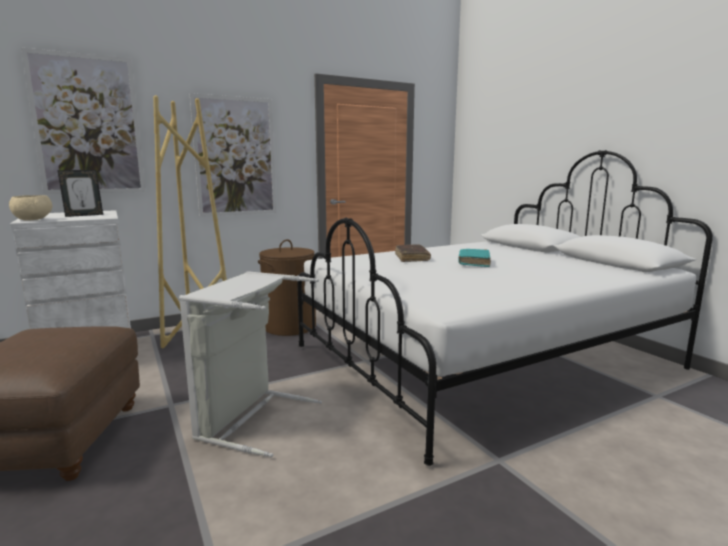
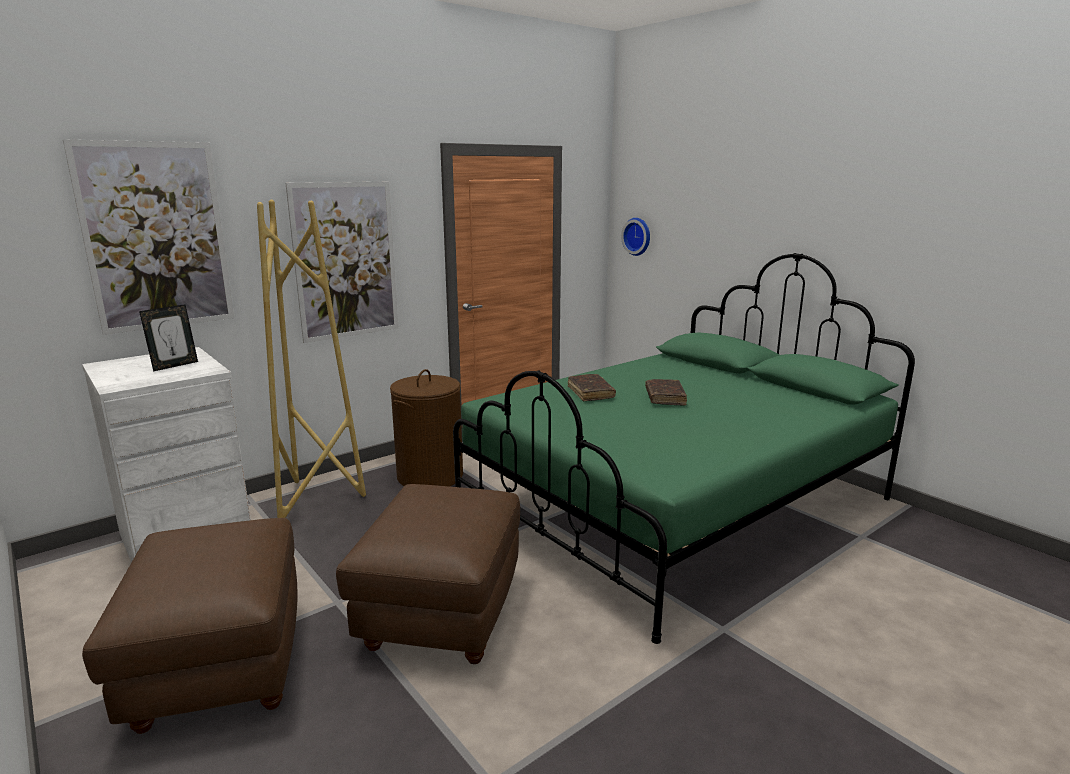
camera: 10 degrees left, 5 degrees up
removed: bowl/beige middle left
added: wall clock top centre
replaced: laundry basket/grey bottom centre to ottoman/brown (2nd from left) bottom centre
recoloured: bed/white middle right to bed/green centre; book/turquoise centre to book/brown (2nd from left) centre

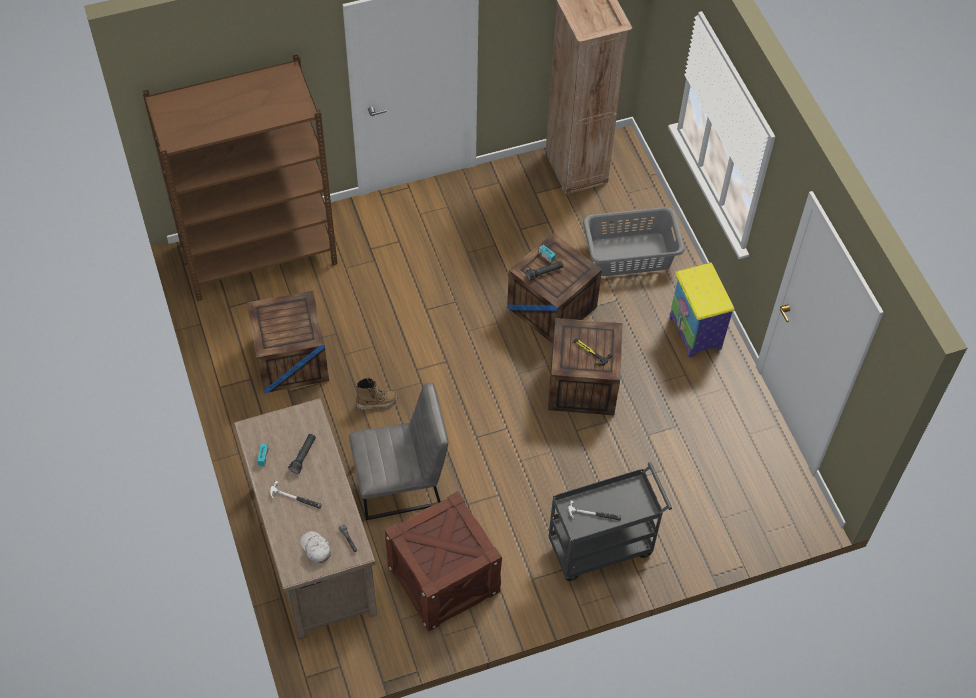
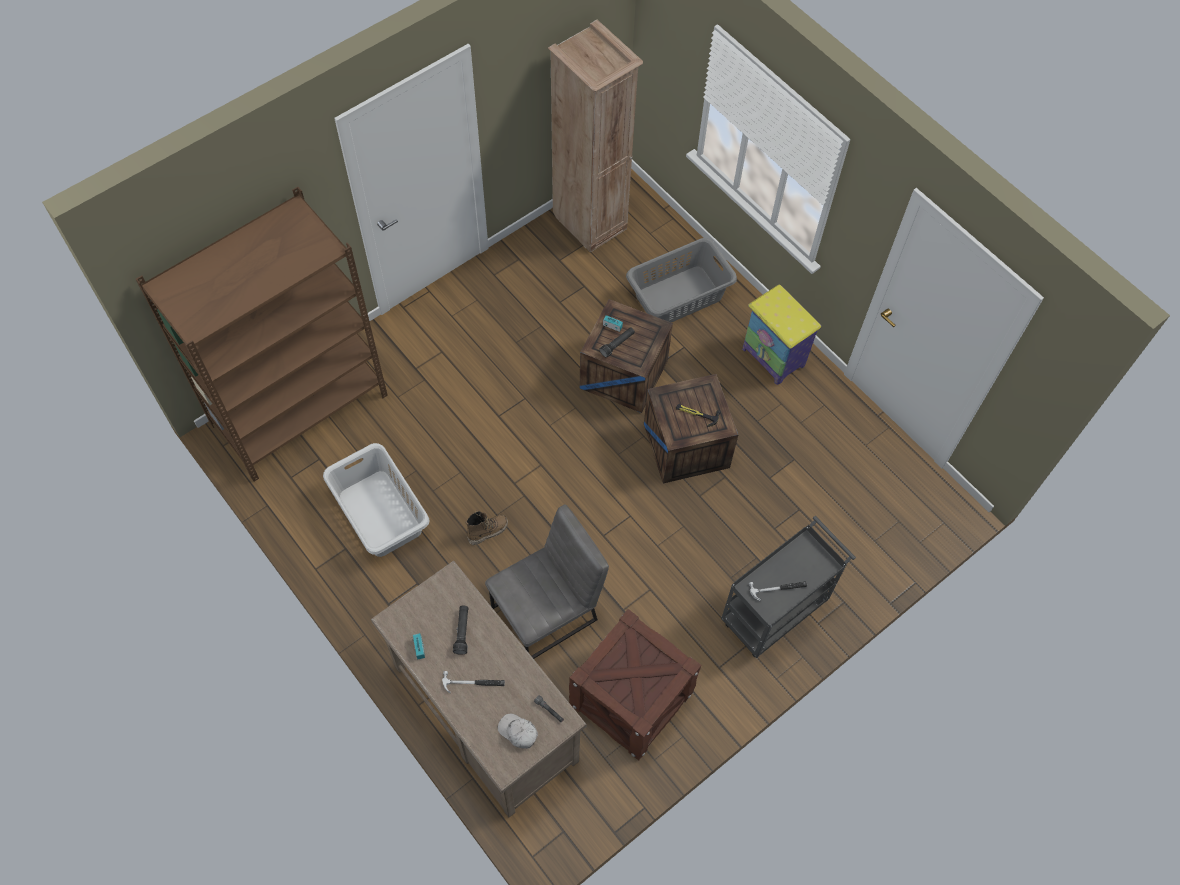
camera: 20 degrees left, 5 degrees up
replaced: crate (1st from left) middle left to laundry basket/grey (1st from left) middle left

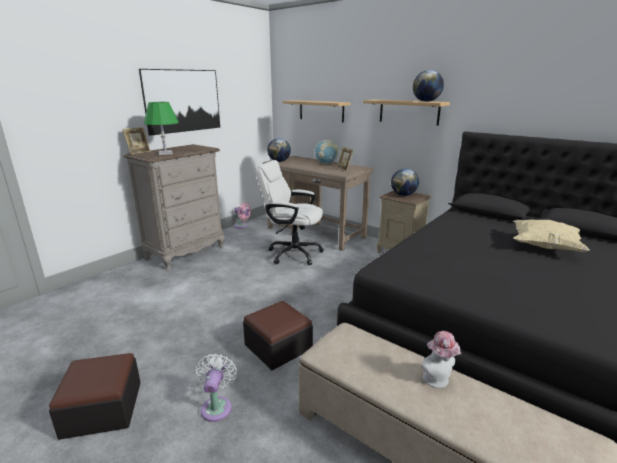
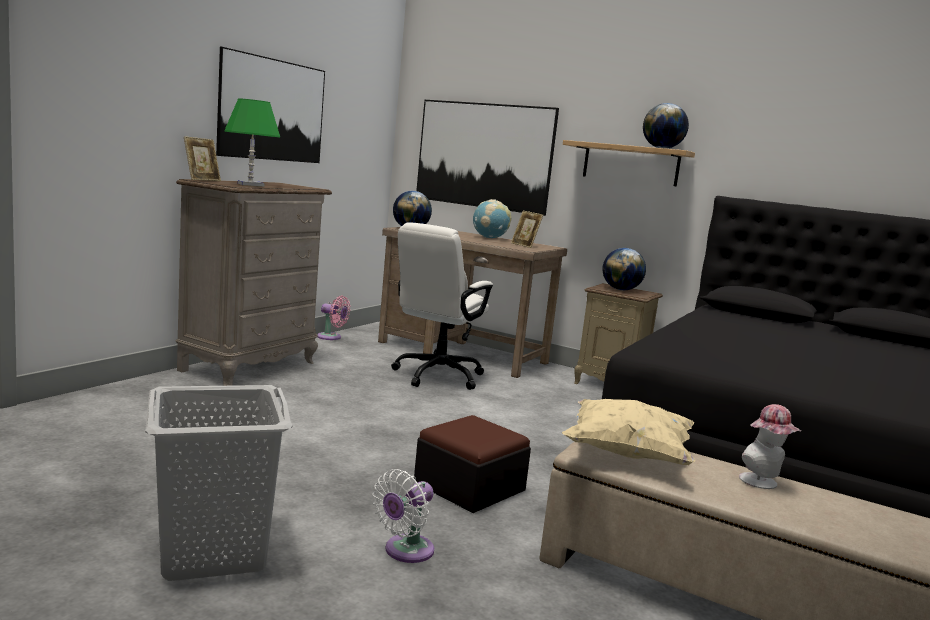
camera: 10 degrees left, 10 degrees down
moved: pillow/beige middle right to bottom right
replaced: shelf (1st from left) top centre to picture (2nd from left) top centre; ottoman (1st from left) bottom left to laundry basket/grey bottom left
turned: office chair/white centre = centre 75 degrees counterclockwise; fan/white bottom centre = bottom centre 135 degrees counterclockwise

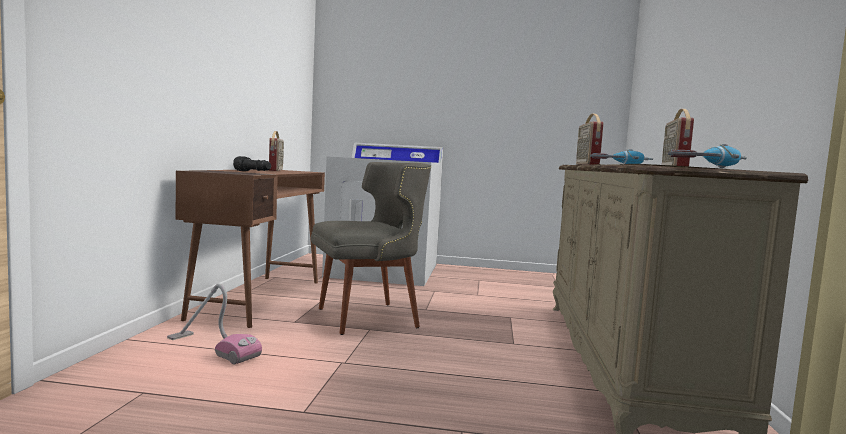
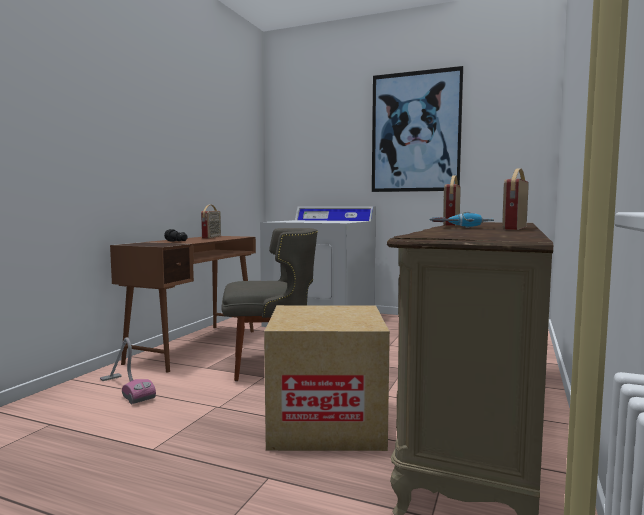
camera: 15 degrees right, 0 degrees up
removed: power drill (2nd from left) middle right
added: picture top centre; cardboard box bottom centre

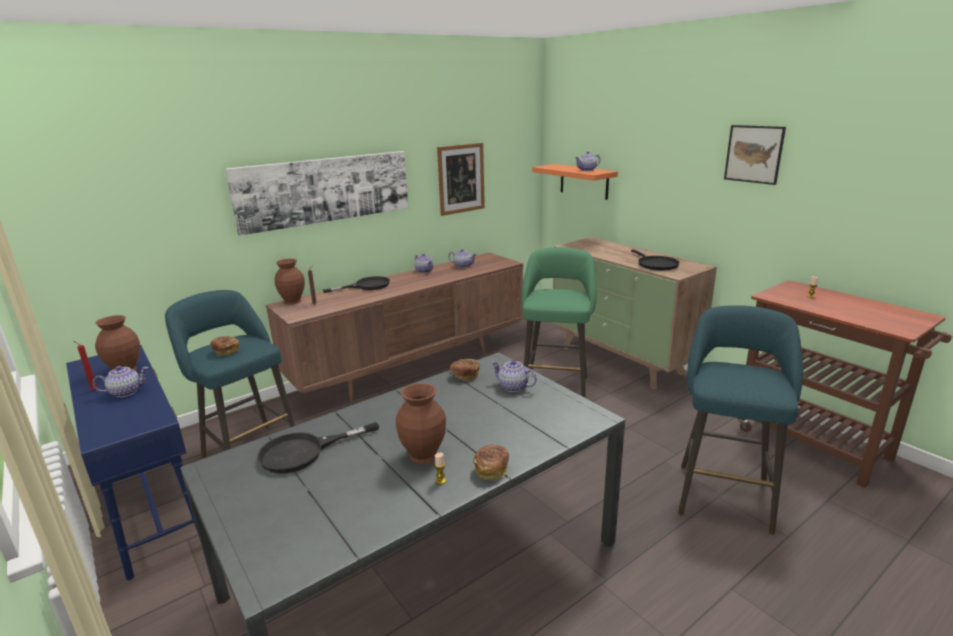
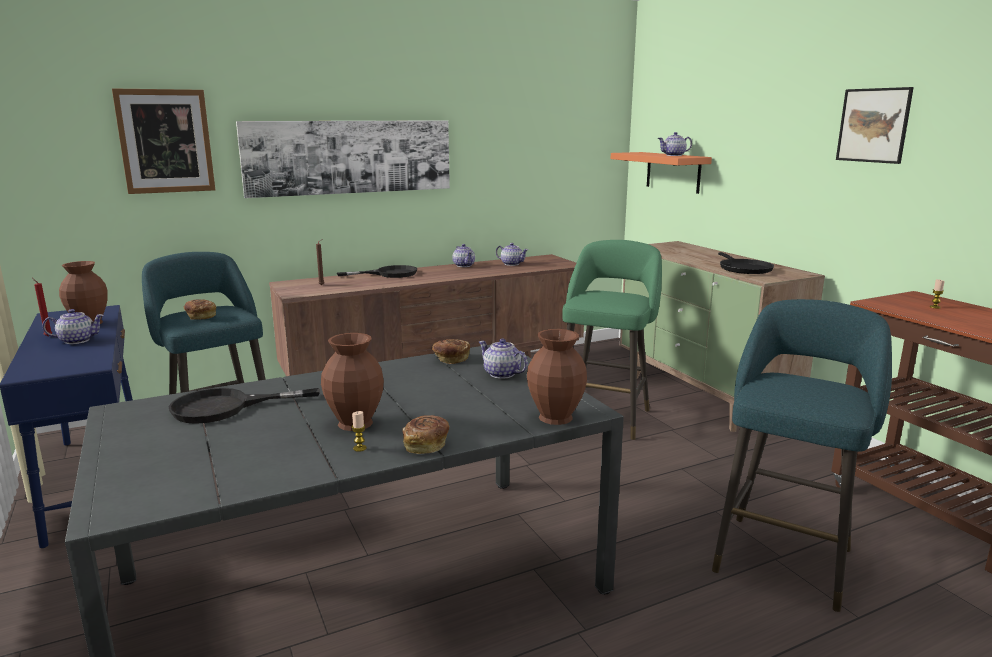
camera: 10 degrees right, 5 degrees down
moved: picture (2nd from left in the first image) top centre to picture (1st from left) top left; vase/brown (2nd from left in the first image) middle left to vase/brown (3rd from left) centre

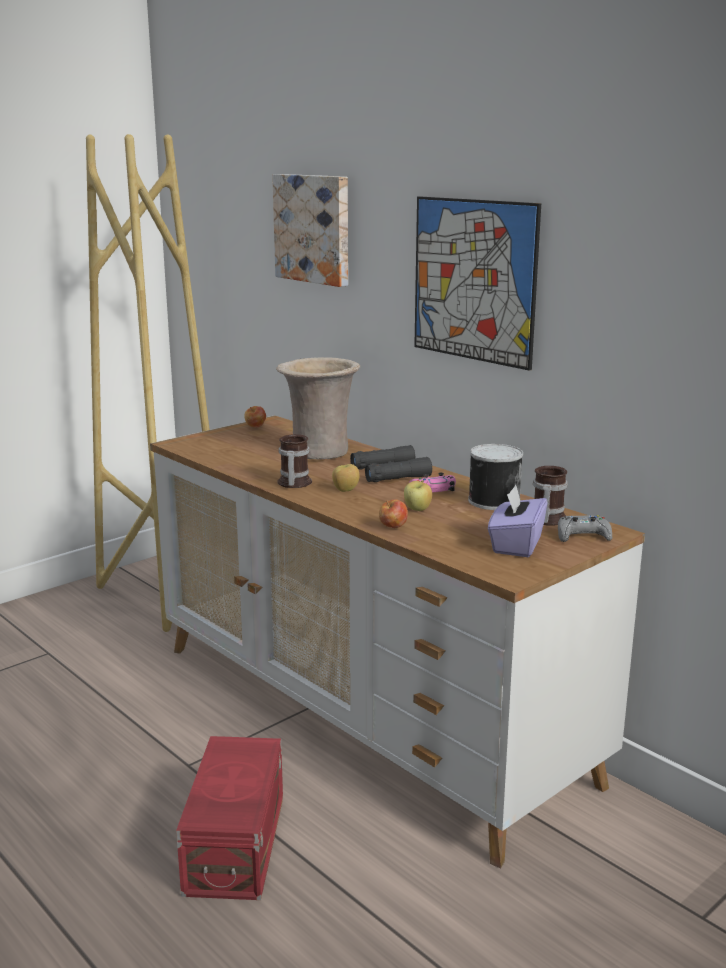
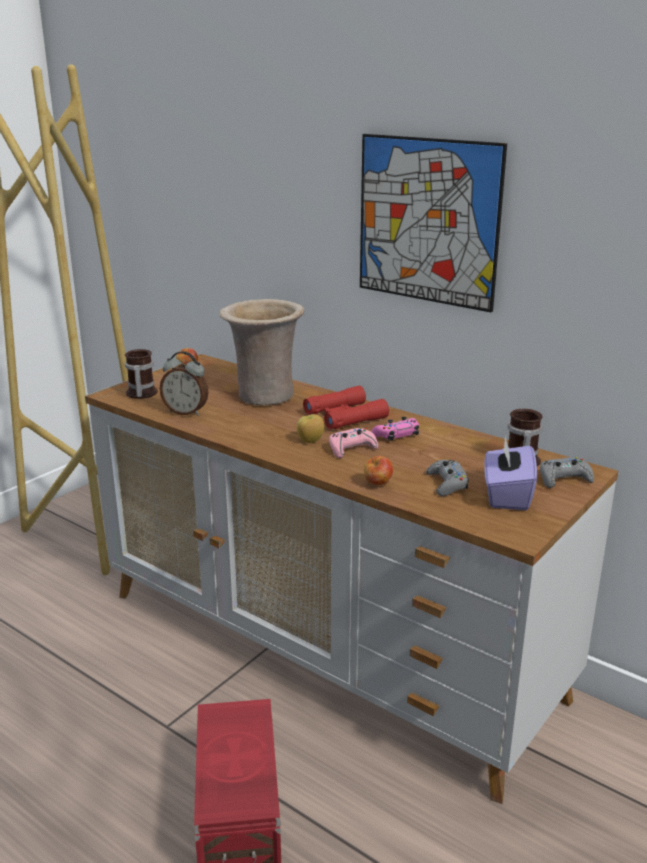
camera: 10 degrees left, 5 degrees up
removed: picture (1st from left) top centre; can middle right; apple (4th from left) centre
added: alarm clock middle left; game controller/pink (1st from left) centre; game controller/grey (1st from left) middle right
moved: mug (1st from left) centre to middle left
recoloured: binoculars/black centre to binoculars/red centre

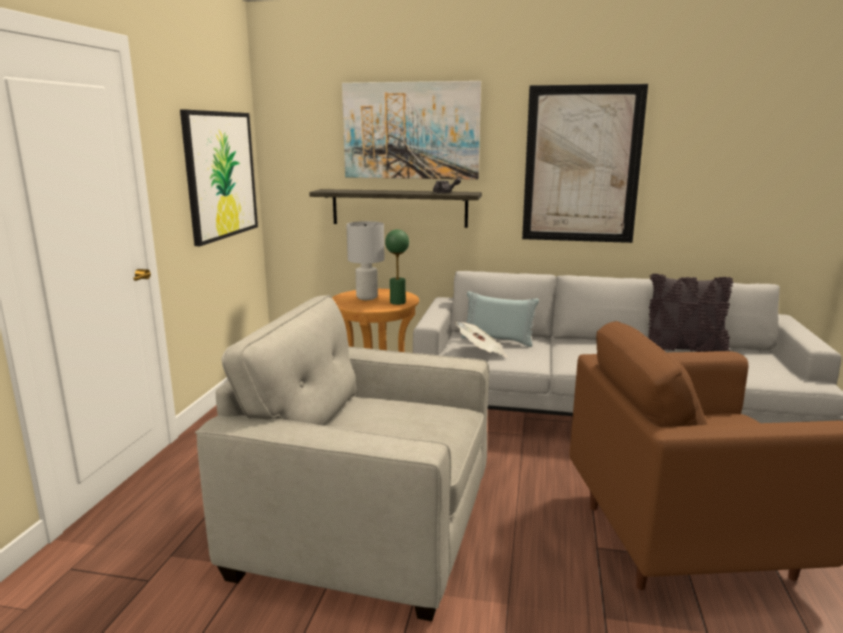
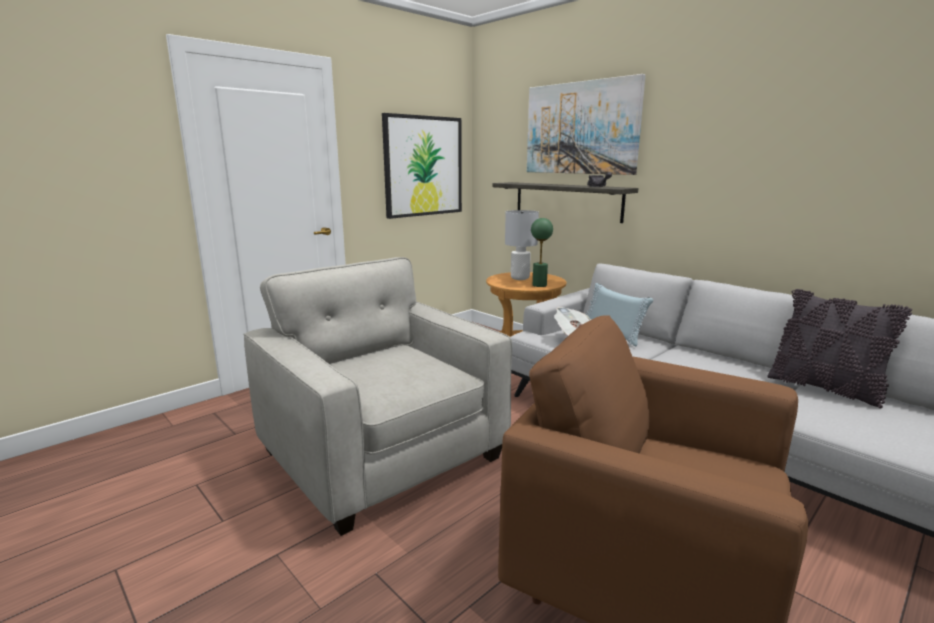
camera: 35 degrees right, 0 degrees up
removed: picture (3rd from left) top right

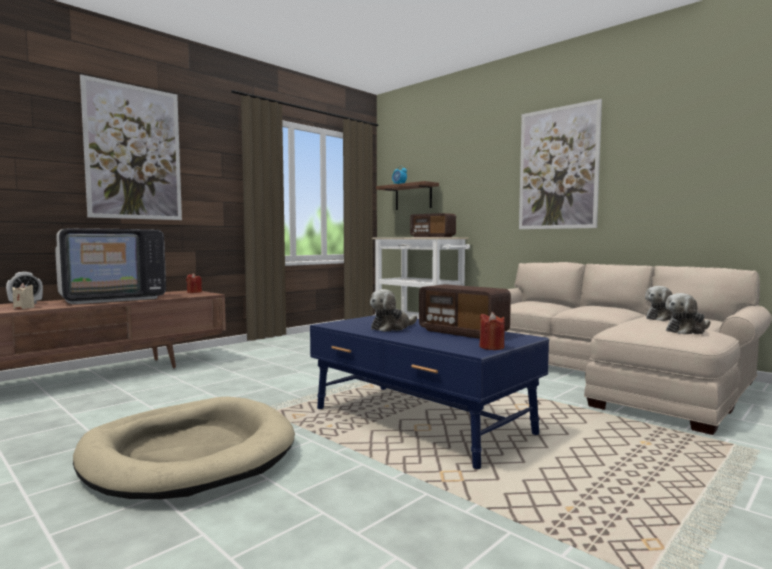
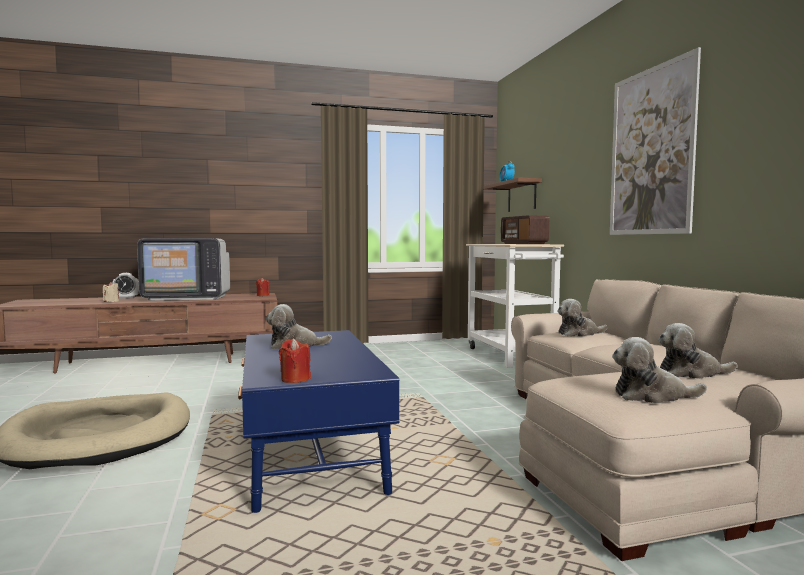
camera: 30 degrees right, 0 degrees up
removed: picture (1st from left) top left; radio (2nd from left) centre
added: plush toy (2nd from left) middle right

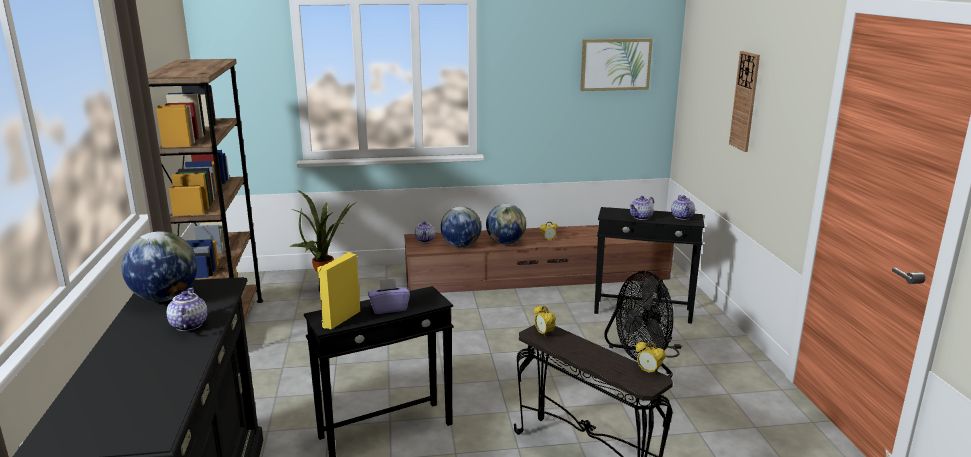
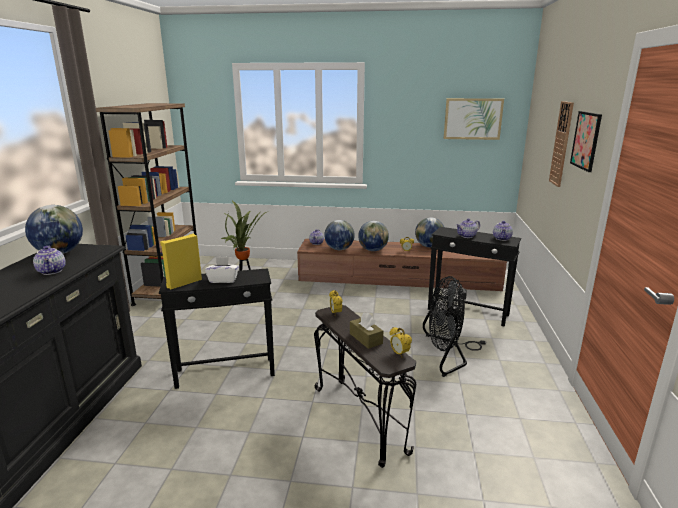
camera: 15 degrees right, 0 degrees up
added: picture (2nd from left) top right; globe (4th from left) centre; tissue box/brown centre
recoloured: tissue box/purple centre to tissue box/white middle left
turned: teapot (1st from left) bottom left = middle left 150 degrees clockwise

